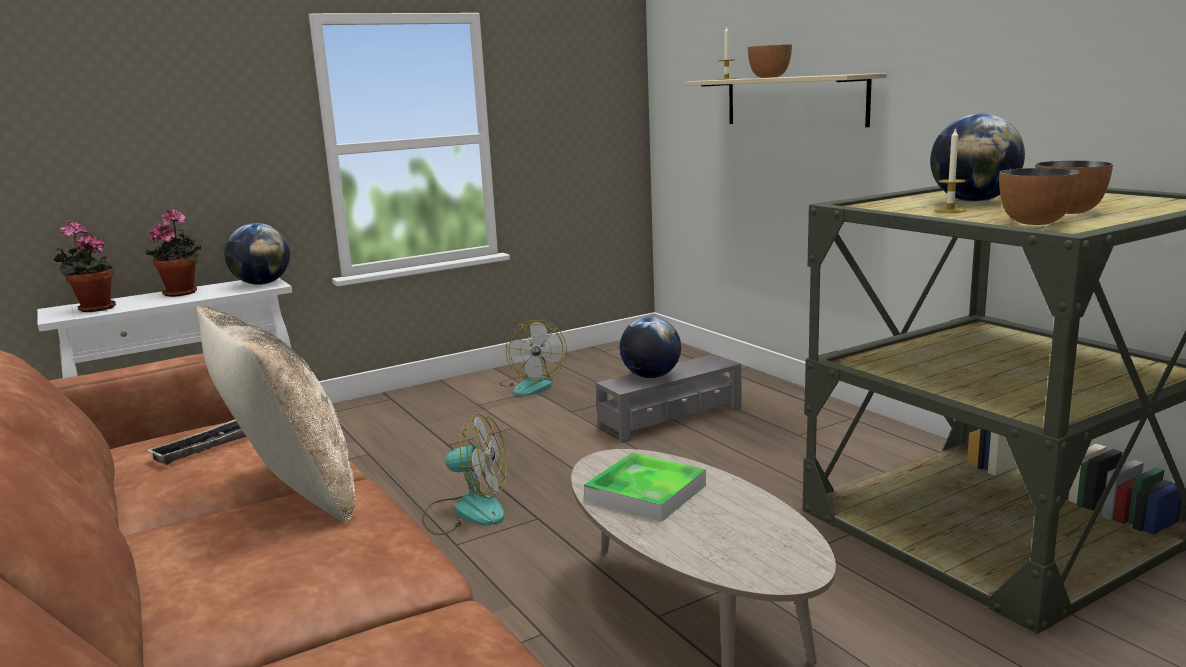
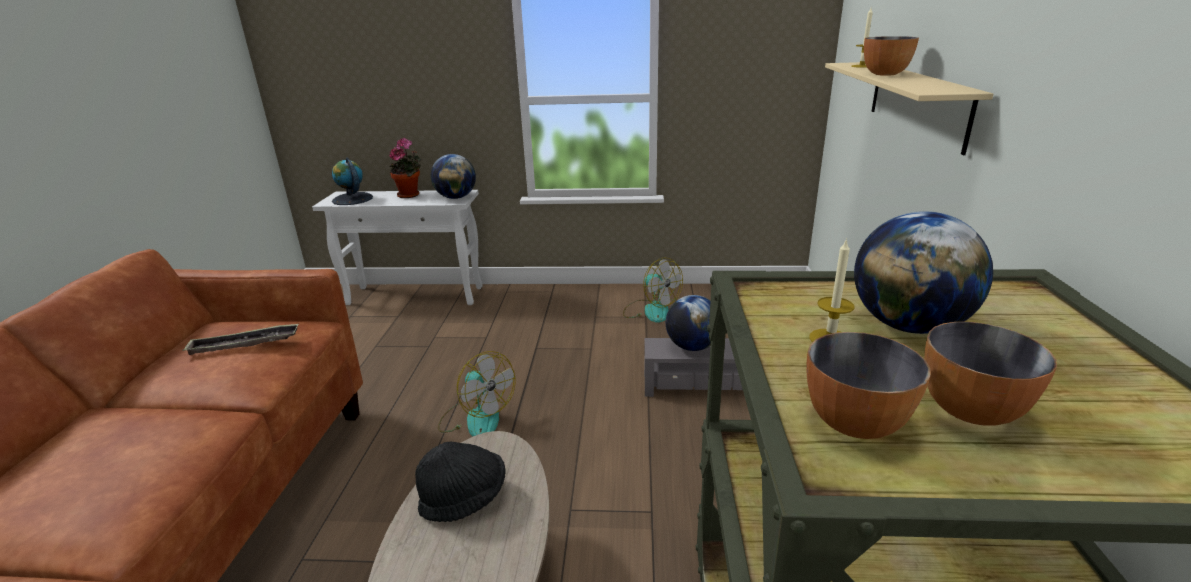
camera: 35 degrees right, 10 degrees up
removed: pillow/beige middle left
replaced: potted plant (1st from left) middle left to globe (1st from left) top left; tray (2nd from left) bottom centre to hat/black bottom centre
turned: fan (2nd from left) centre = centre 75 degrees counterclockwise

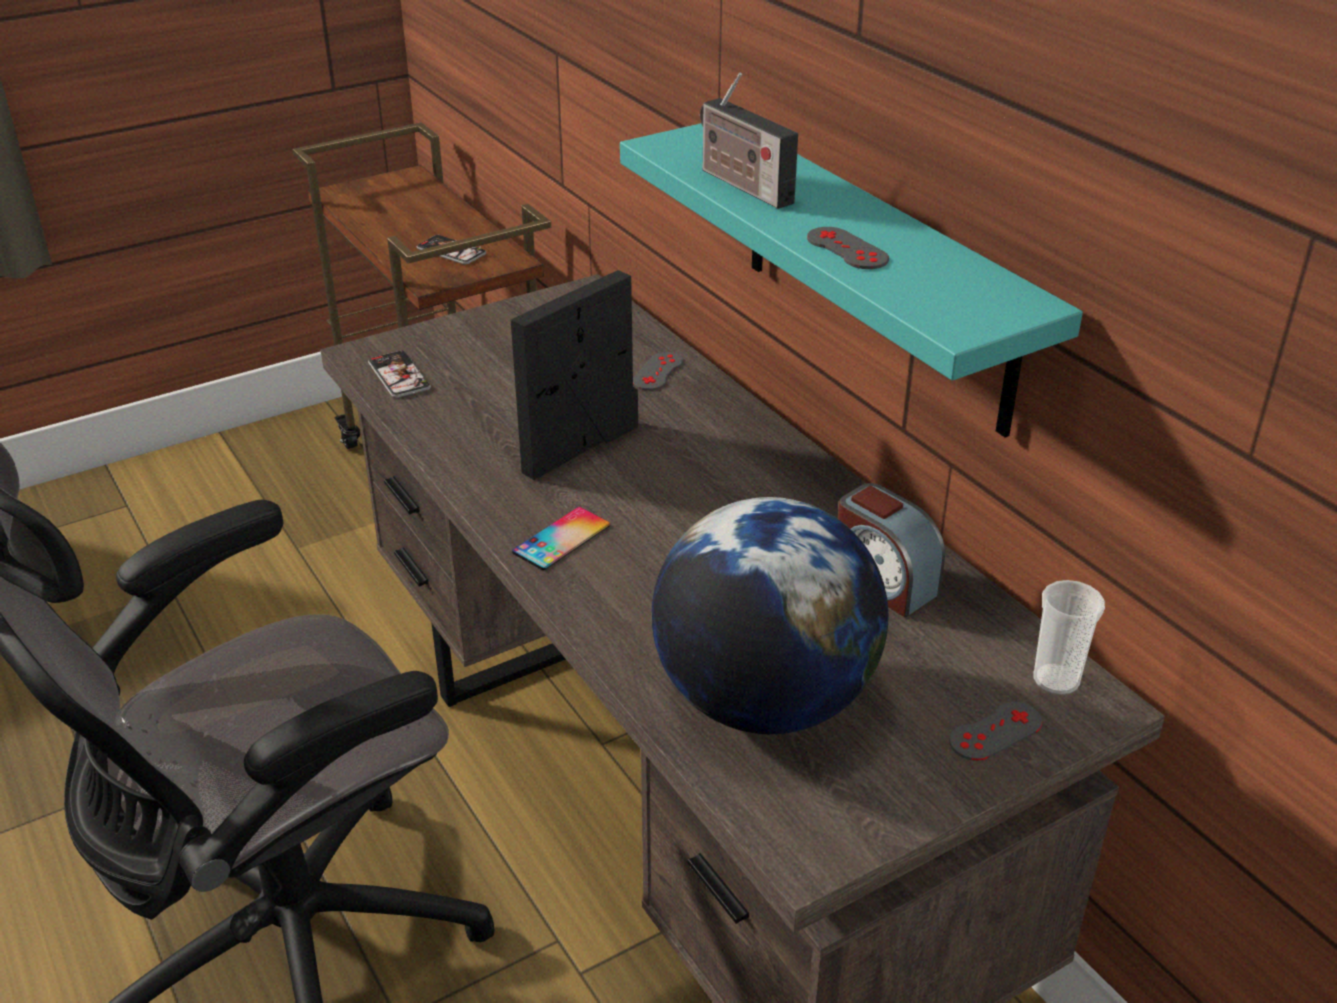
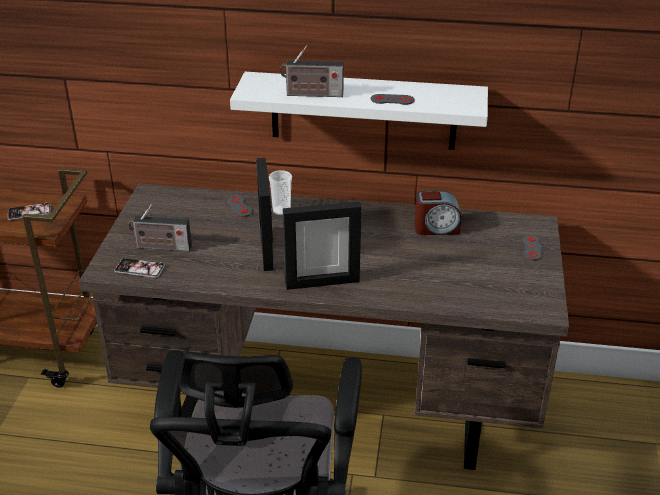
camera: 50 degrees left, 0 degrees up
removed: globe centre
added: radio (1st from left) middle left
moved: cup middle right to centre
replaced: phone (3rd from left) centre to picture frame (2nd from left) centre
recoloured: shelf/turquoise top centre to shelf/white top centre

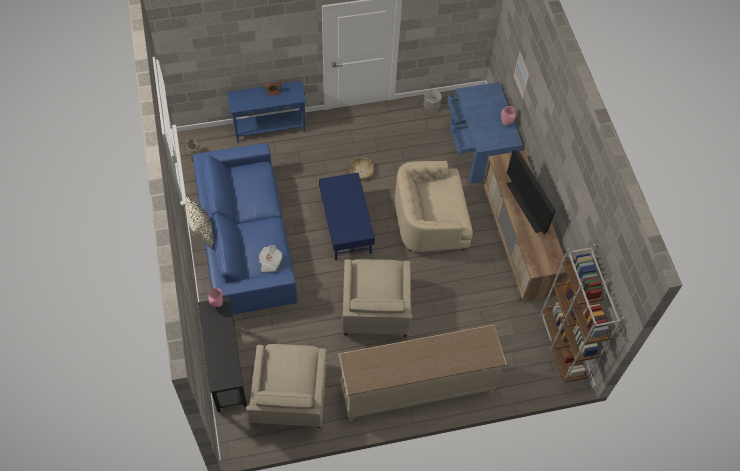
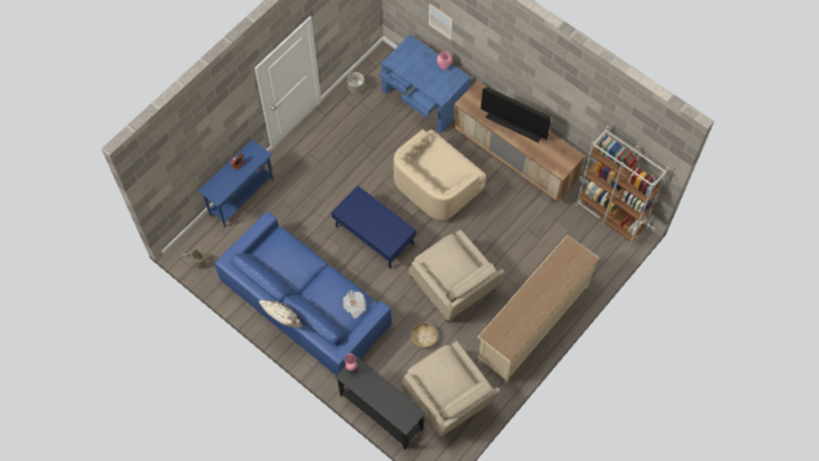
camera: 35 degrees left, 5 degrees up
moved: basket (2nd from left) centre to bottom centre

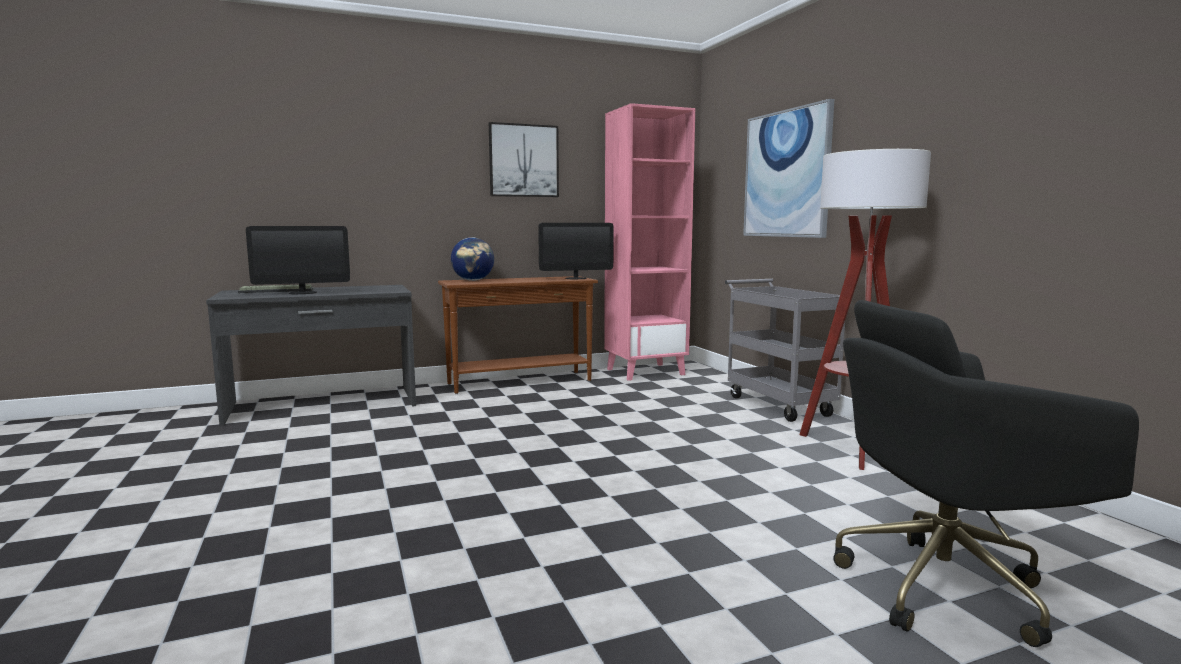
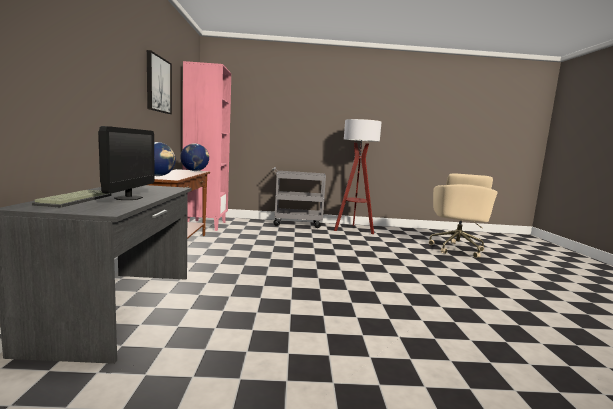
camera: 70 degrees left, 0 degrees up
removed: picture (2nd from left) top right
replaced: monitor (2nd from left) centre to globe (2nd from left) middle left
recoloured: office chair/black bottom right to office chair/beige middle right

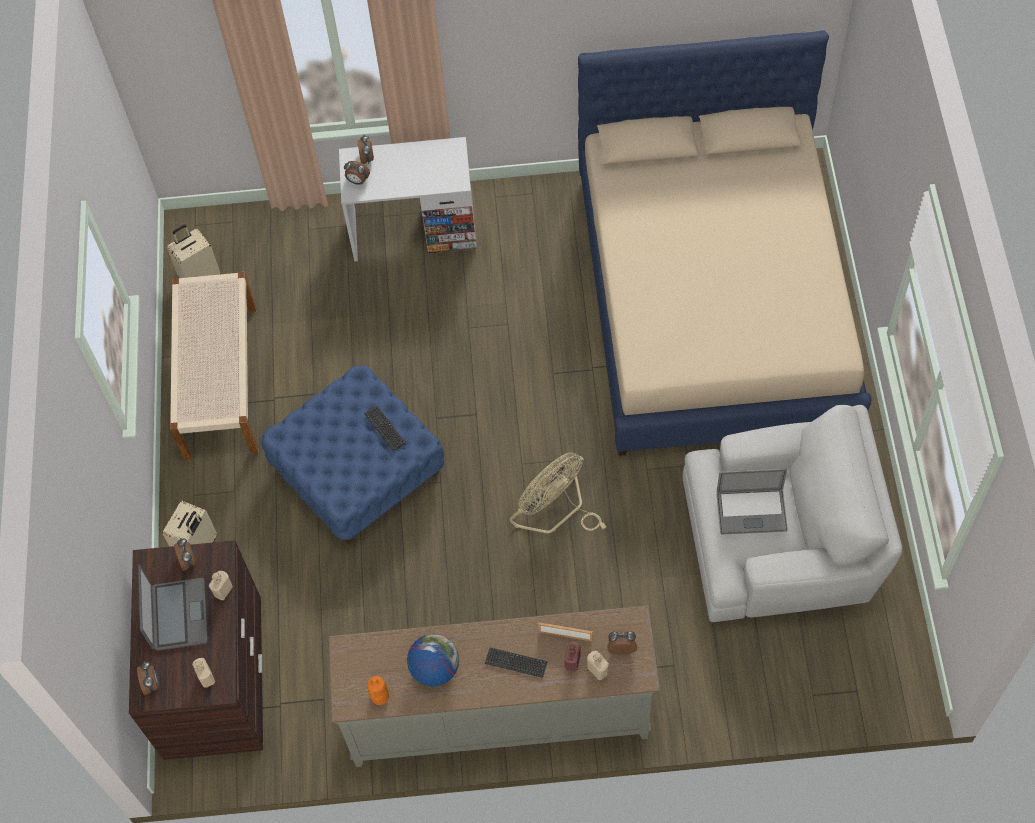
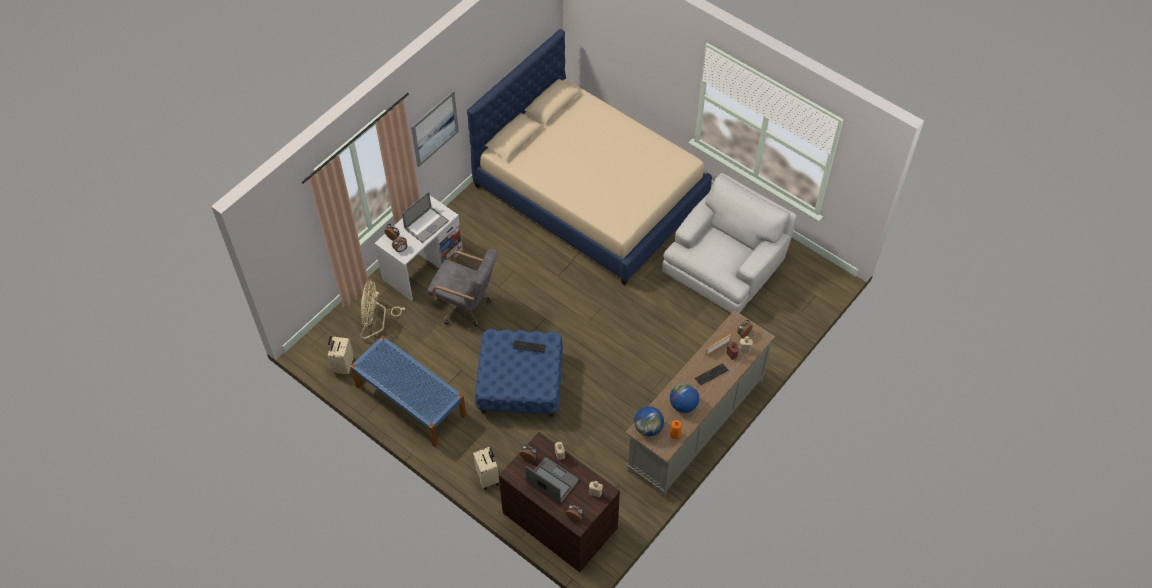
camera: 50 degrees left, 5 degrees down
added: picture top centre; office chair/grey centre; globe (1st from left) bottom centre
moved: fan/beige centre to middle left; laptop (2nd from left in the first image) middle right to laptop (1st from left) centre
recoloured: bench/beige middle left to bench/blue centre

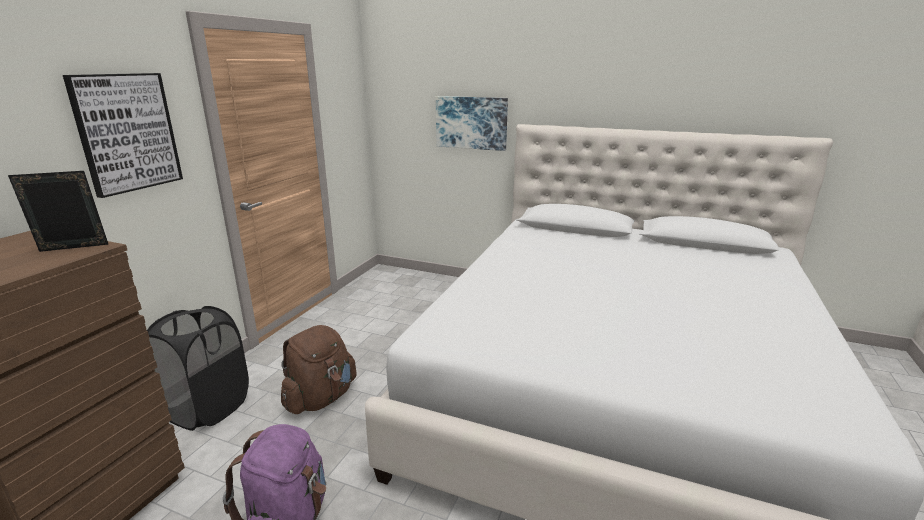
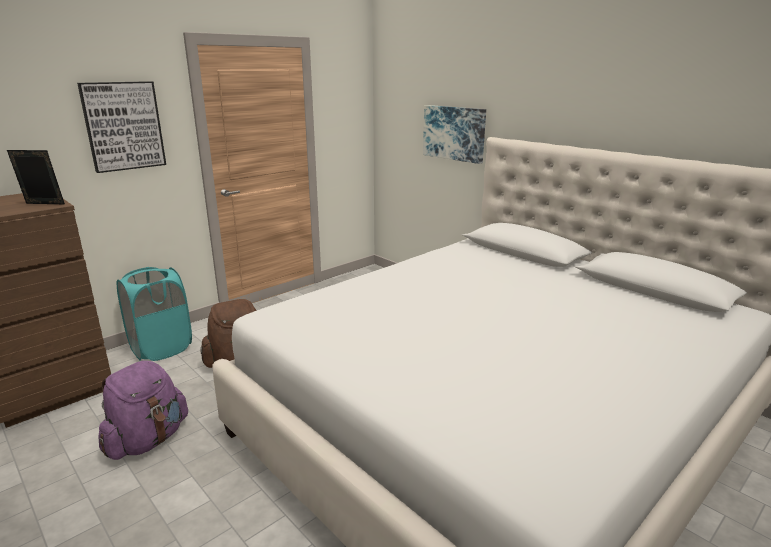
camera: 25 degrees right, 0 degrees up
recoloured: laundry basket/black bottom left to laundry basket/turquoise middle left

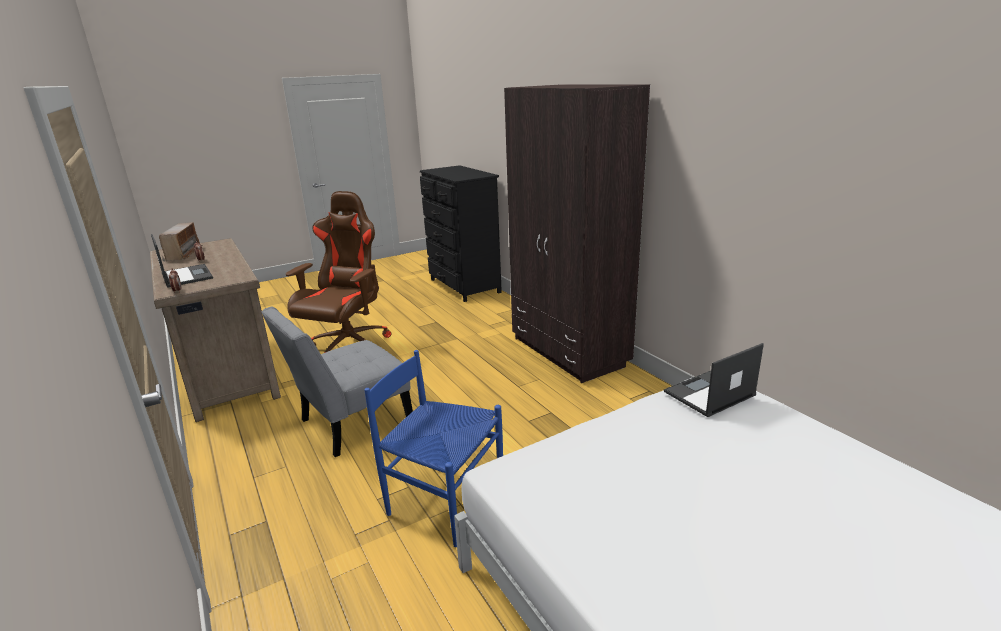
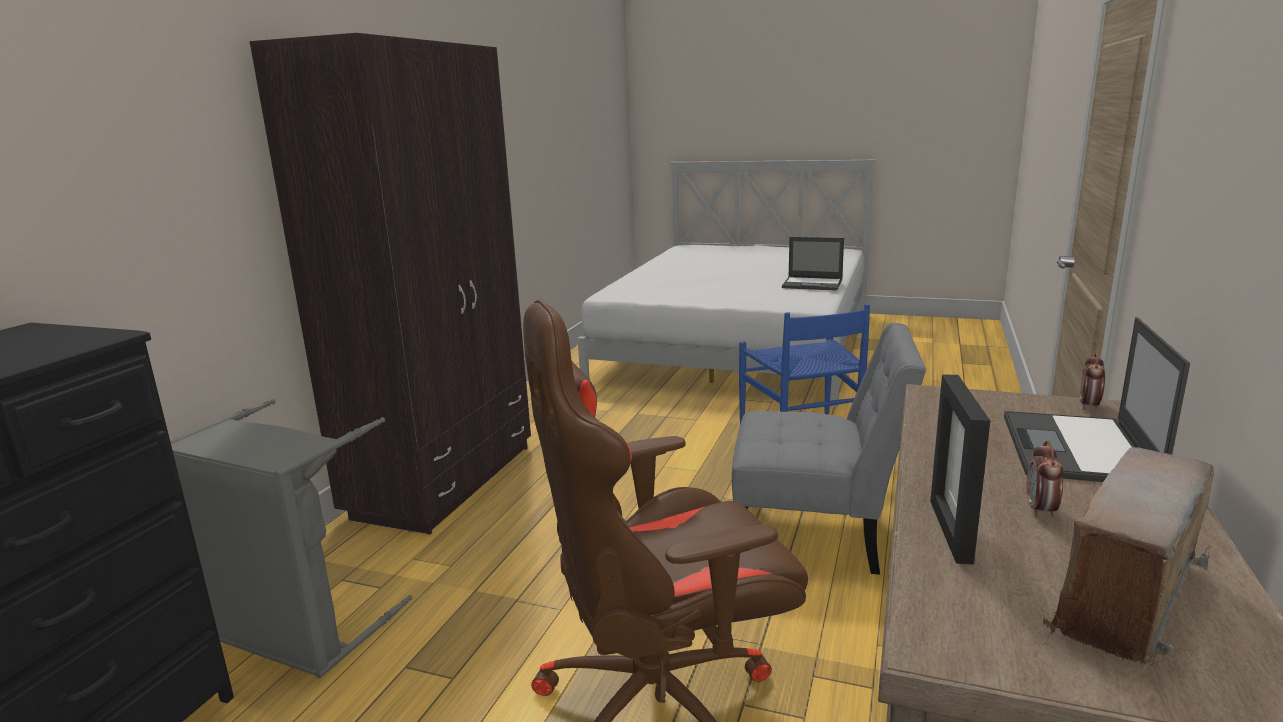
camera: 130 degrees left, 5 degrees down
added: picture frame middle right; laundry basket/grey bottom left
moved: laptop (2nd from left in the first image) middle right to laptop (1st from left) centre

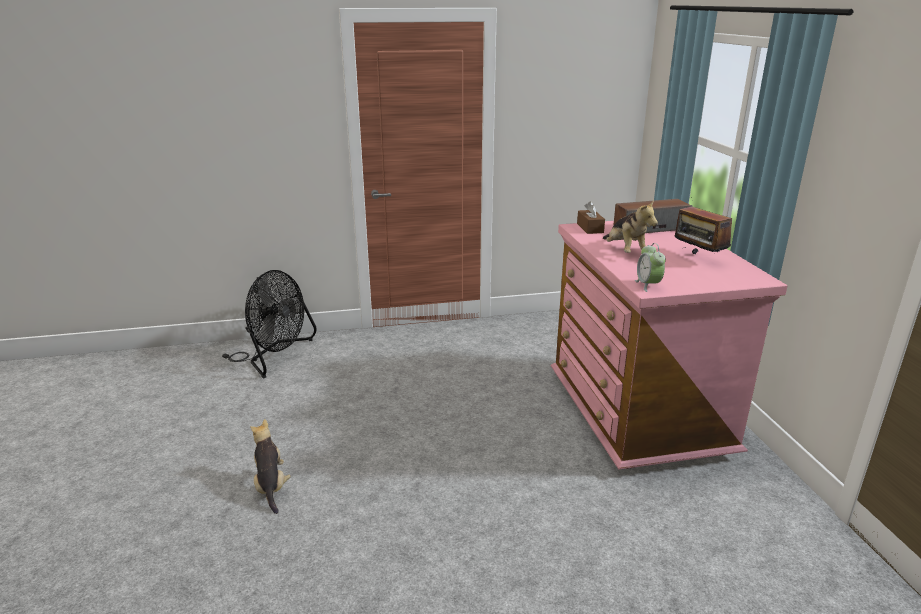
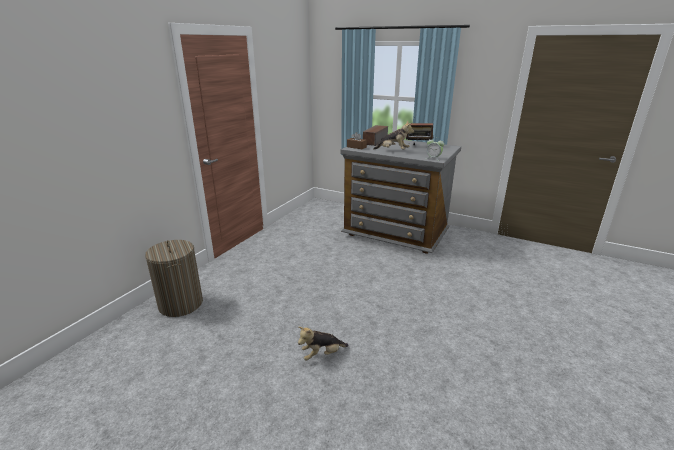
camera: 50 degrees left, 0 degrees up
replaced: fan/black middle left to laundry basket middle left
recoloured: dresser/pink middle right to dresser/grey centre
turned: plush toy (1st from left) bottom left = bottom centre 45 degrees counterclockwise

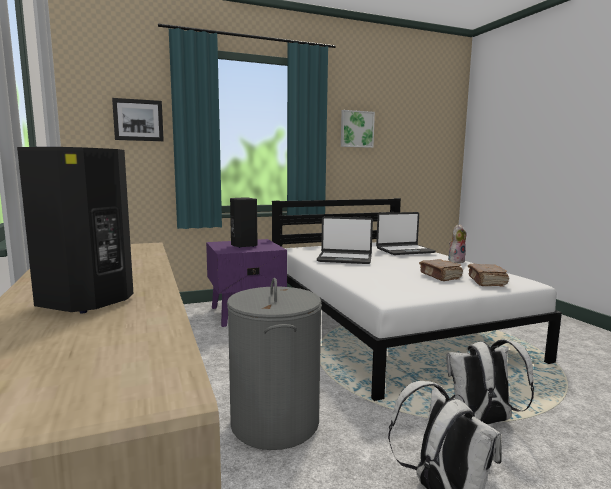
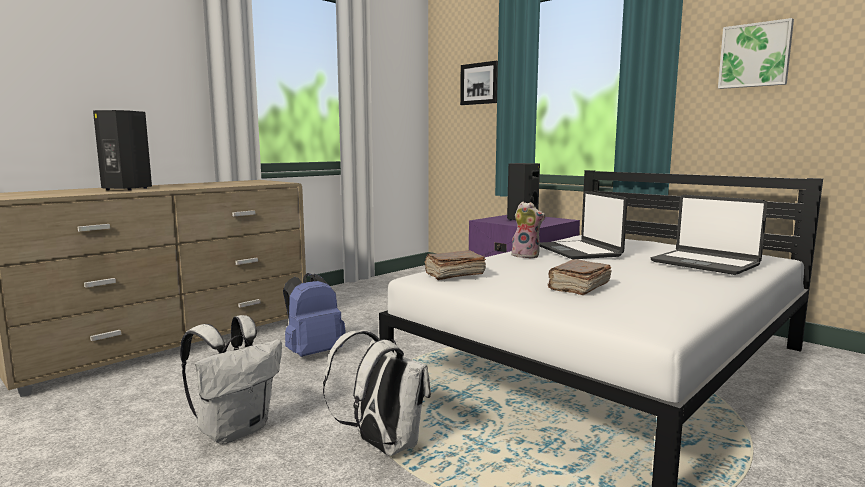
camera: 65 degrees right, 0 degrees up
moved: plush toy middle right to centre; book/brown (2nd from left in the first image) middle right to book/brown (1st from left) centre
replaced: laundry basket/grey bottom centre to backpack/blue centre

